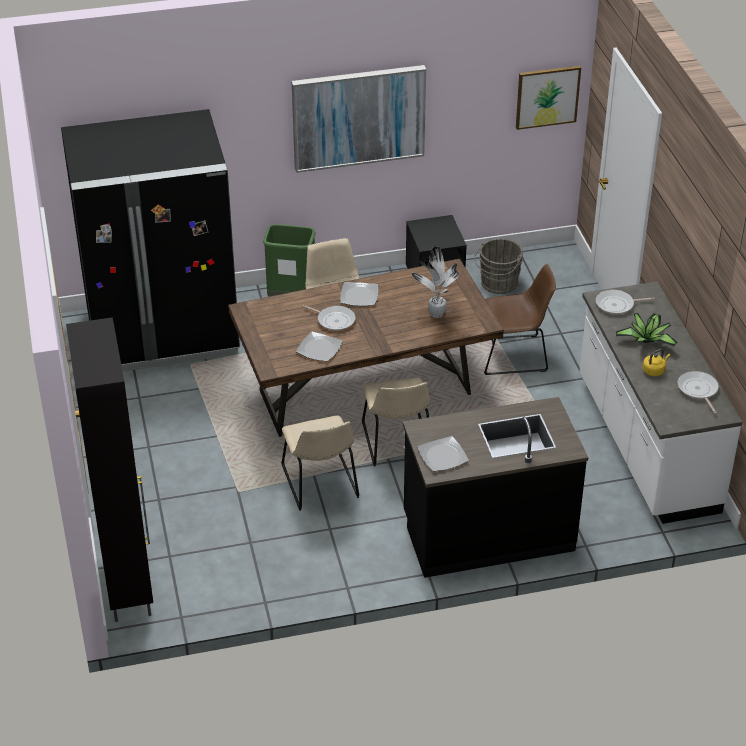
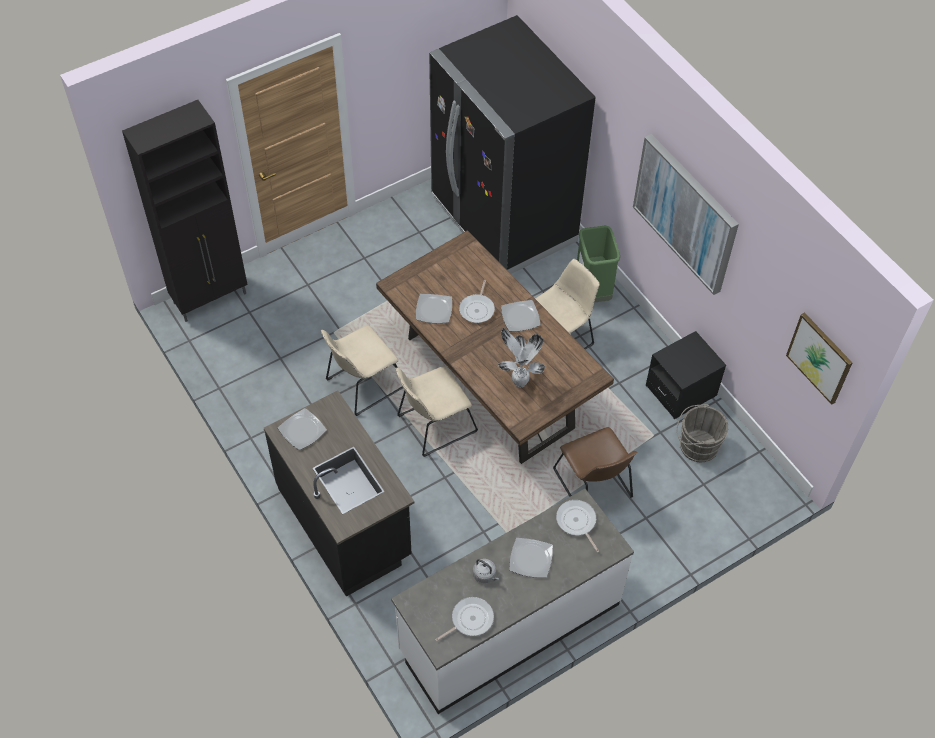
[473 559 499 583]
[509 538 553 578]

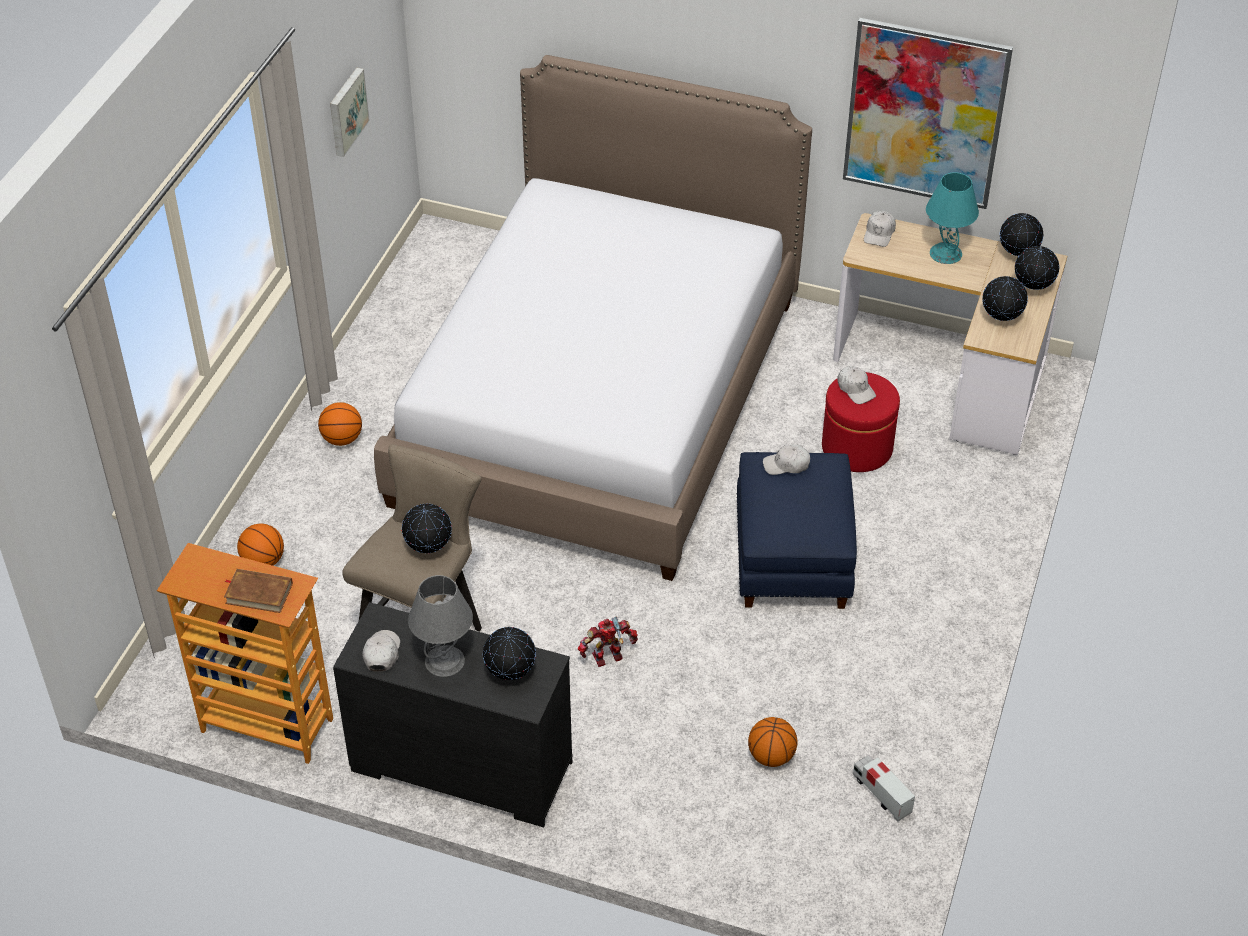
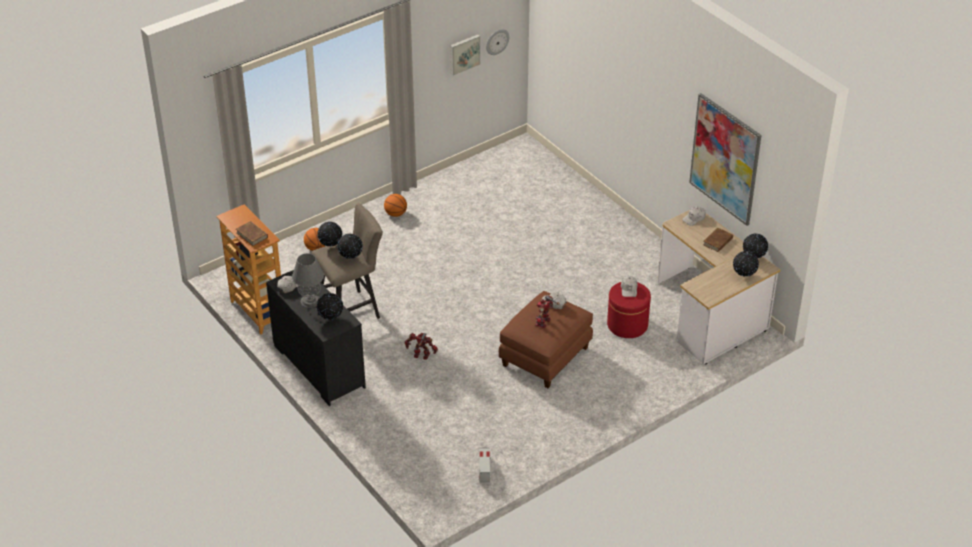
[317 221 342 247]
[486 29 509 55]
[499 291 593 388]
[535 296 560 328]
[703 228 733 252]
[374 55 812 581] (first image)
[748 717 798 767] (first image)

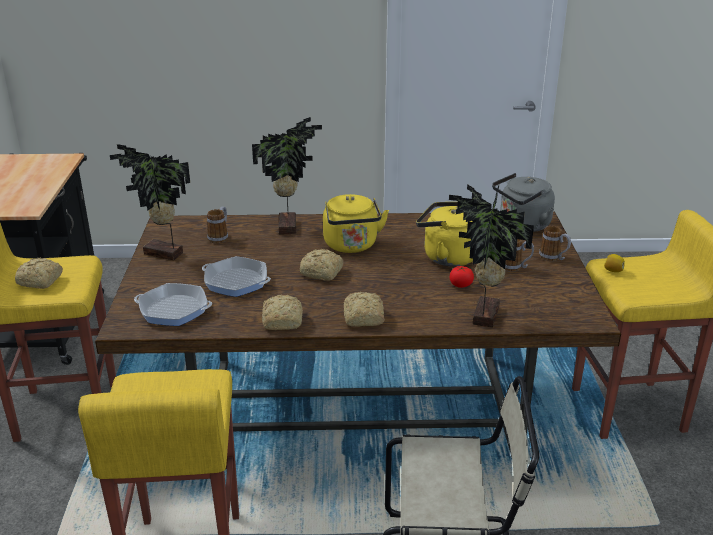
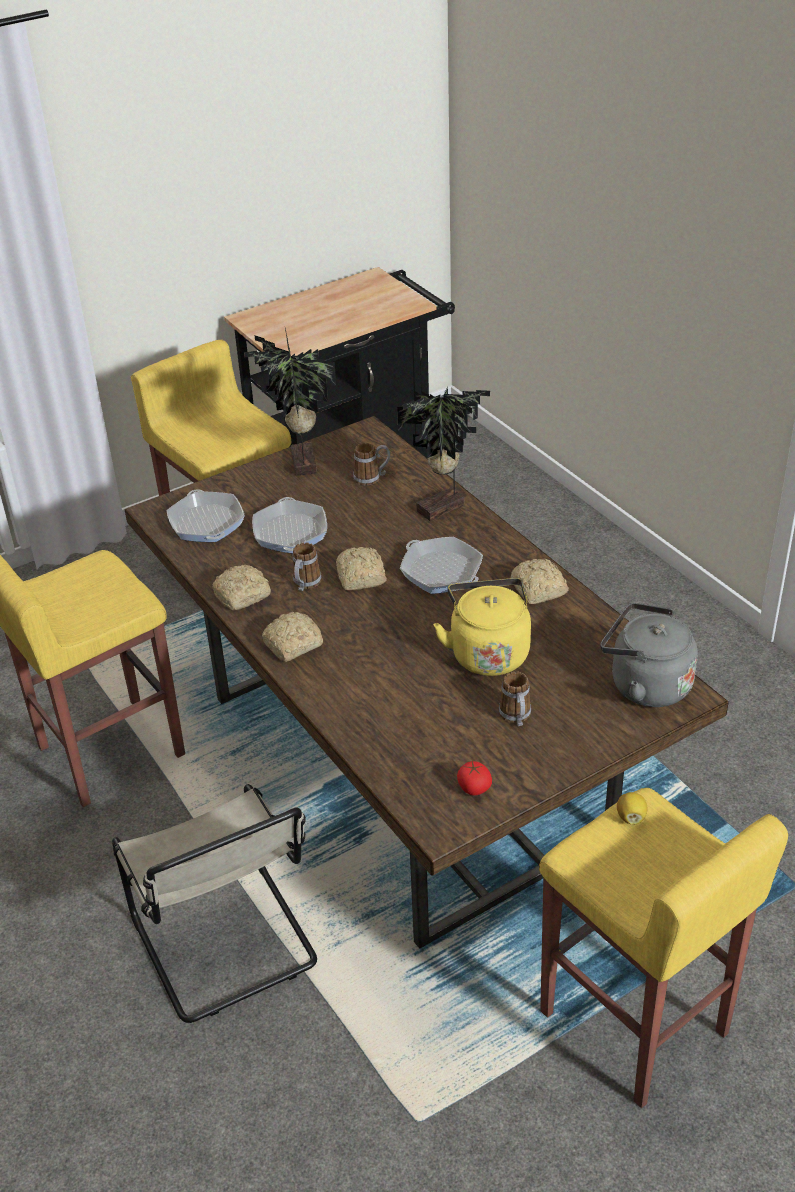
[293 542 321 591]
[400 537 483 594]
[457 761 492 796]
[511 559 569 604]
[449 184 534 327] (first image)

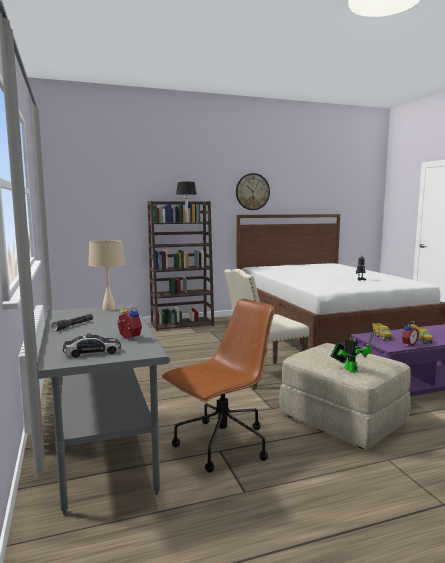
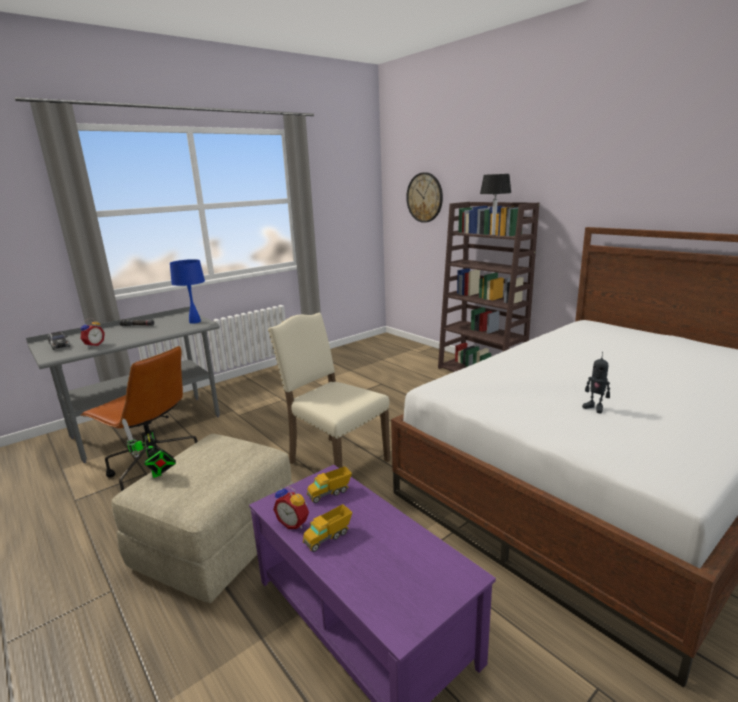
[122 418 176 478]
[170 259 205 324]
[406 172 443 223]

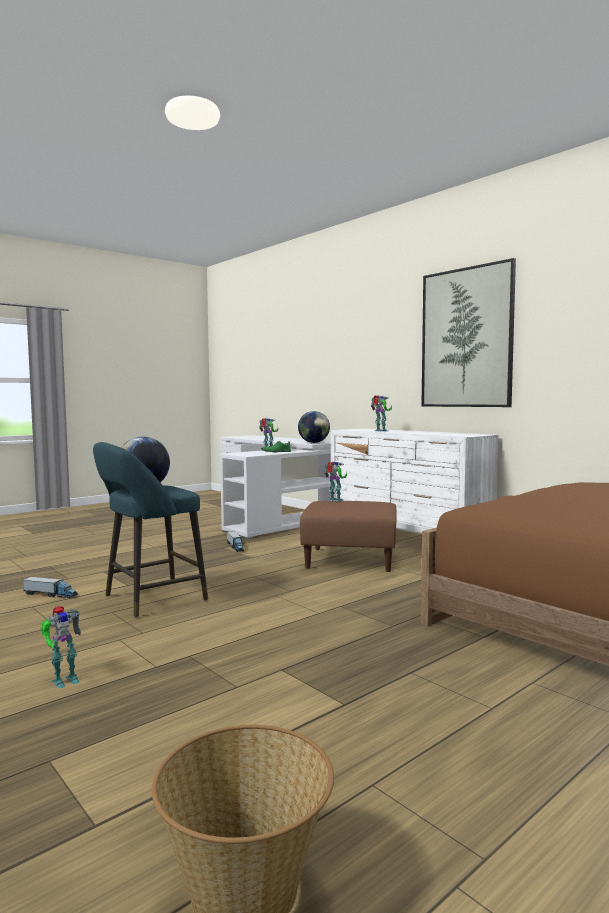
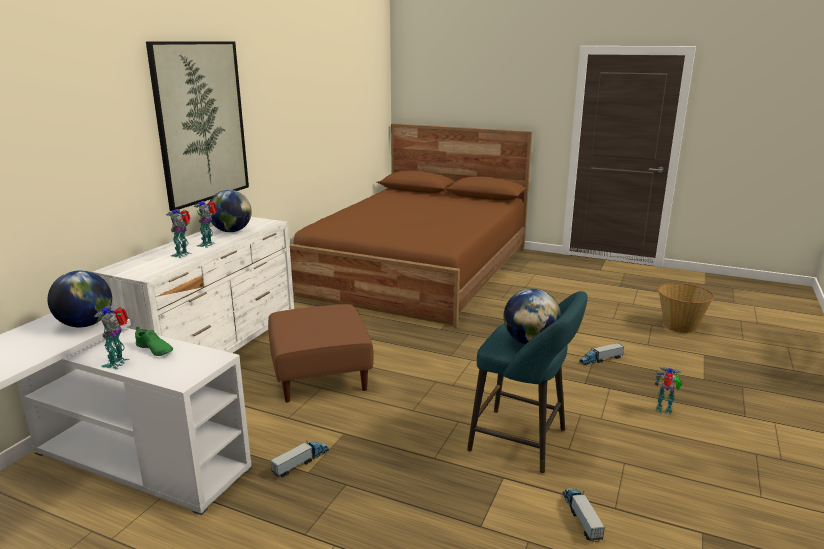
[194 201 217 248]
[210 190 252 232]
[579 343 624 365]

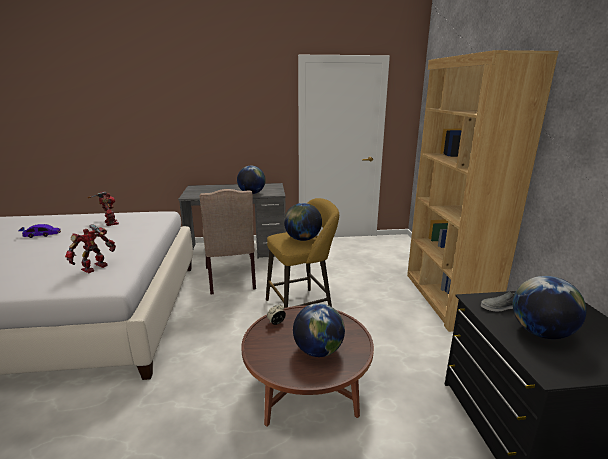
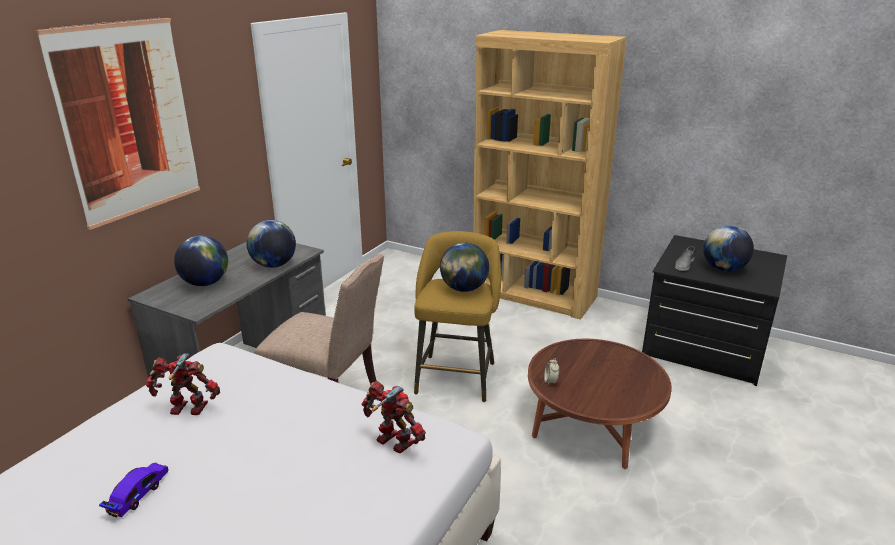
[36 18 200 230]
[174 236 228 286]
[362 381 426 453]

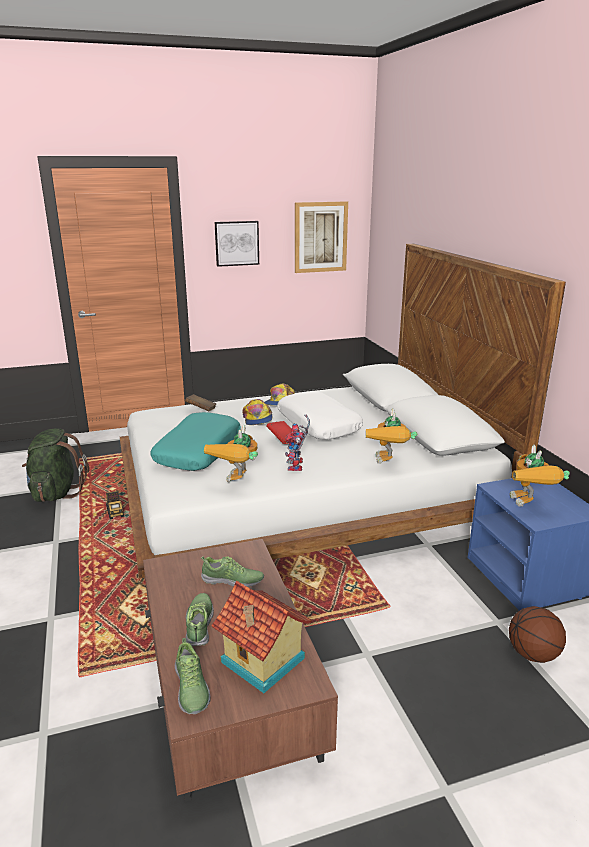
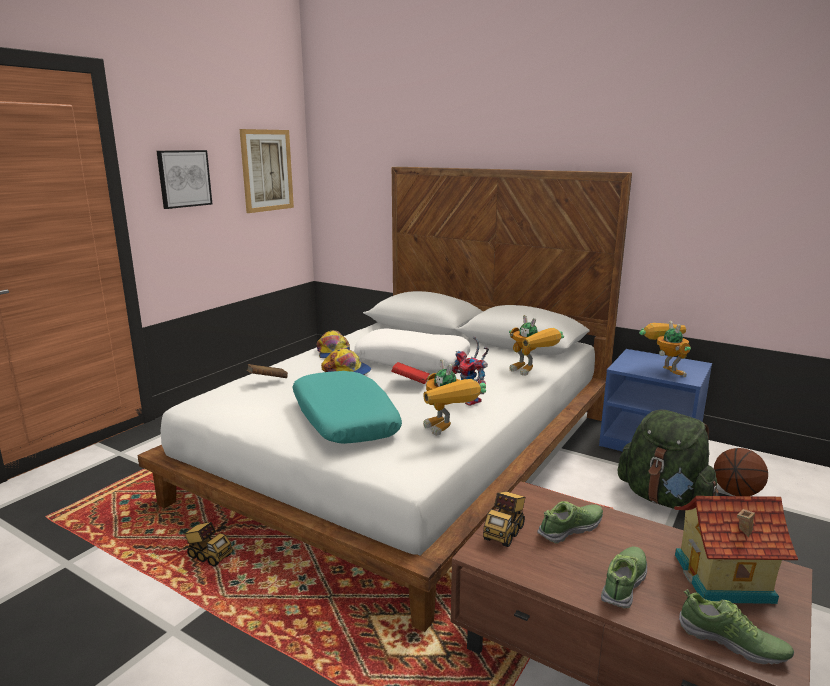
[483 491 525 547]
[601 546 647 608]
[618 410 719 509]
[639 321 691 377]

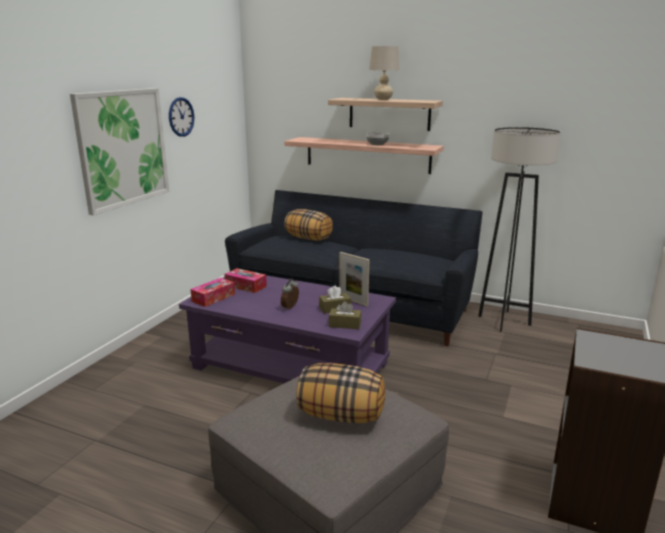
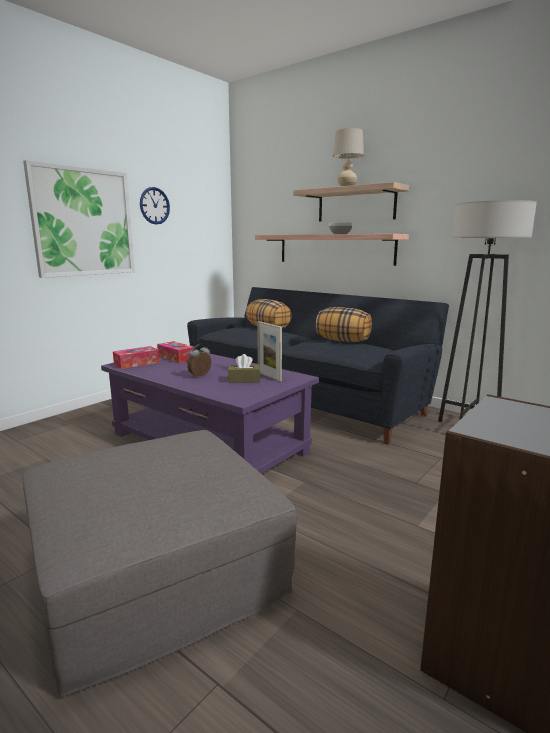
[316 307 372 342]
[329 301 362 329] (first image)

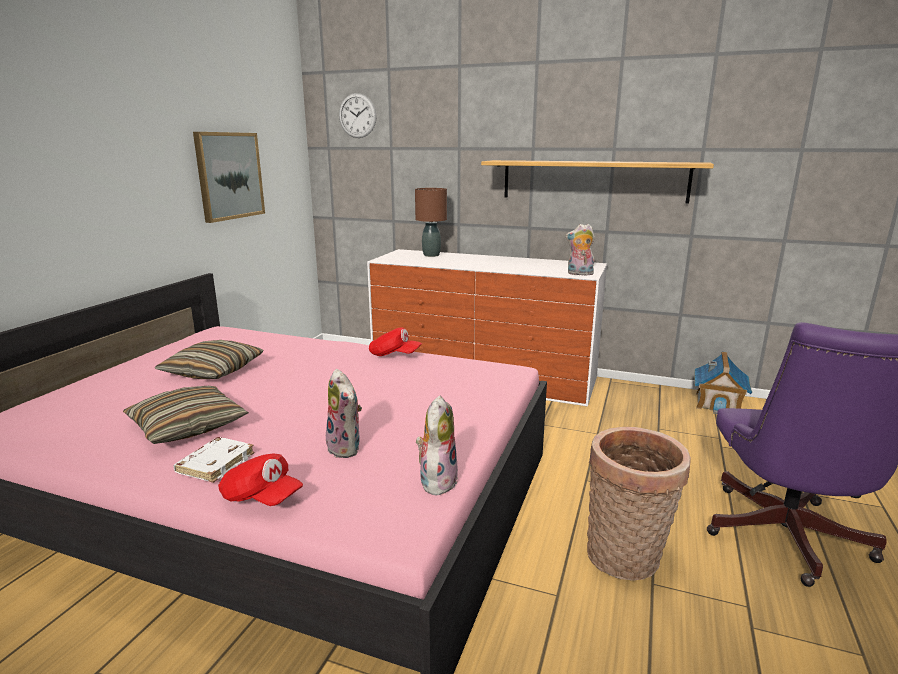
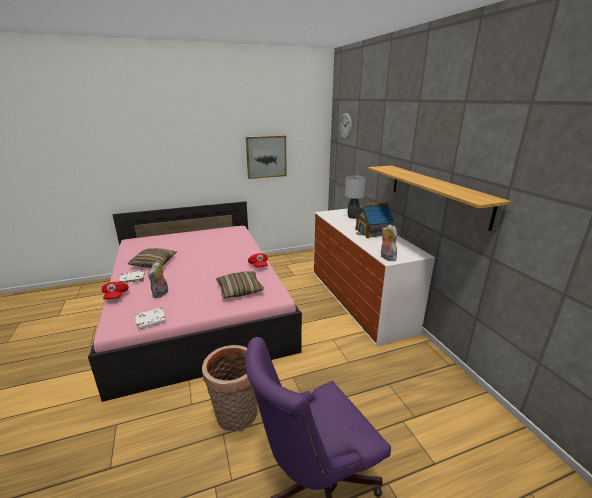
[134 308 166 330]
[216 271 264 298]
[345 176 366 219]
[354 202 394 239]

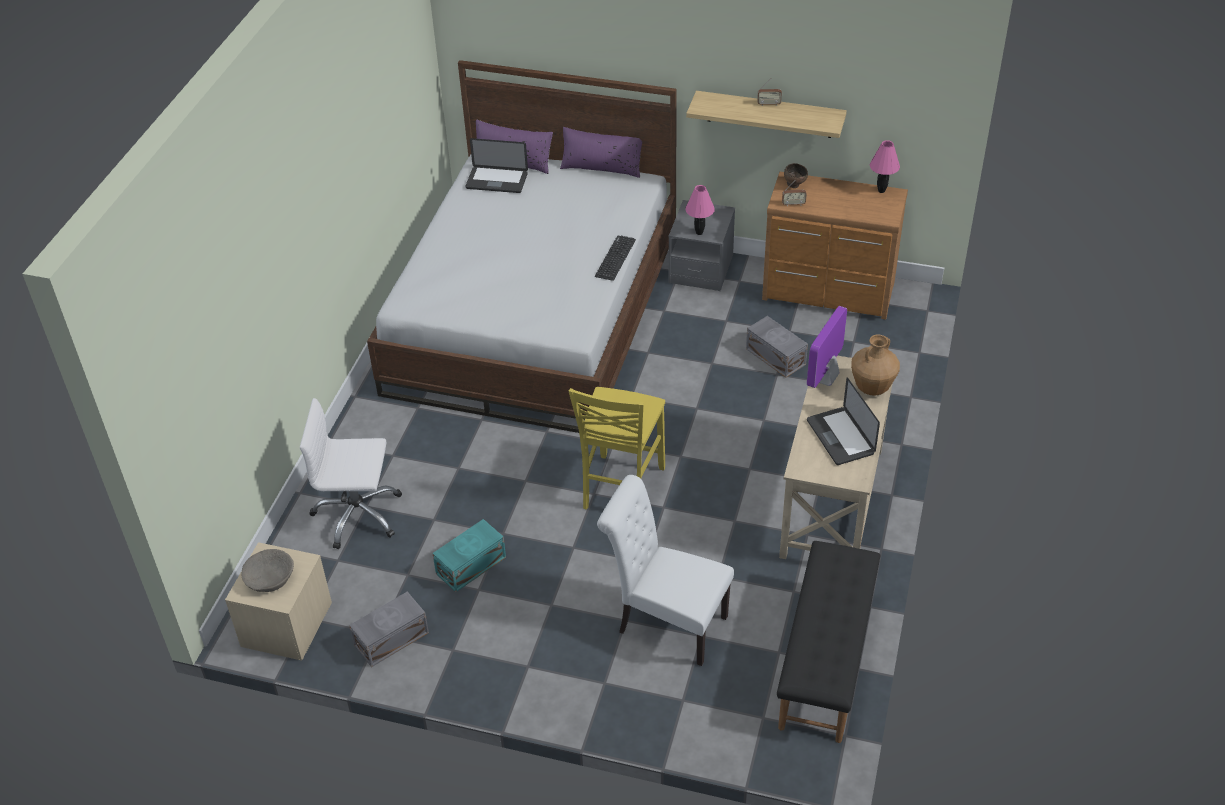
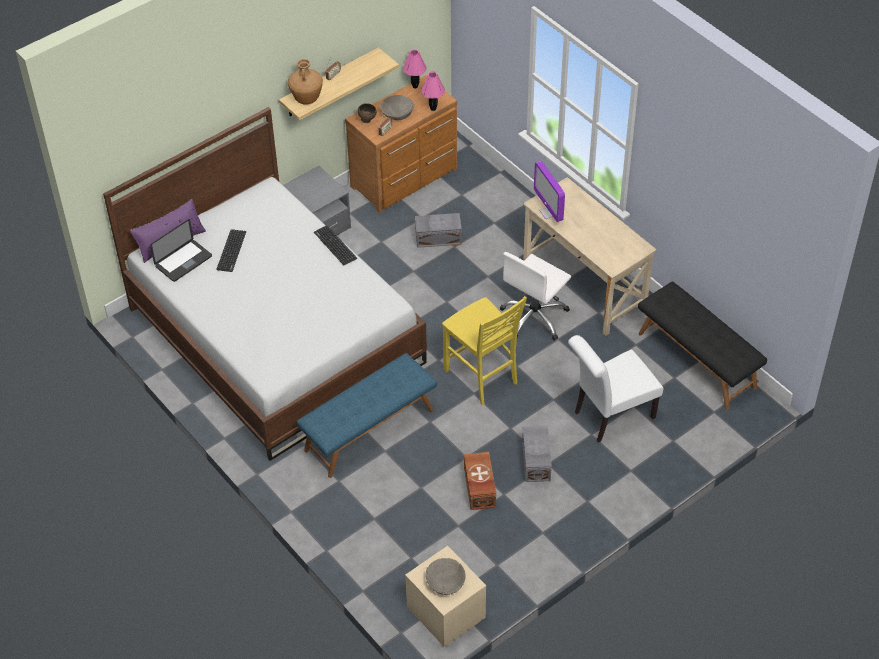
[216 229 246 272]
[288 59 323 104]
[297 353 437 478]
[380 95 414 120]
[421 72 445 111]
[464 452 496 510]
[500 252 571 340]
[522 426 552 482]
[560 127 642 178] (first image)
[807 378 880 465] (first image)

